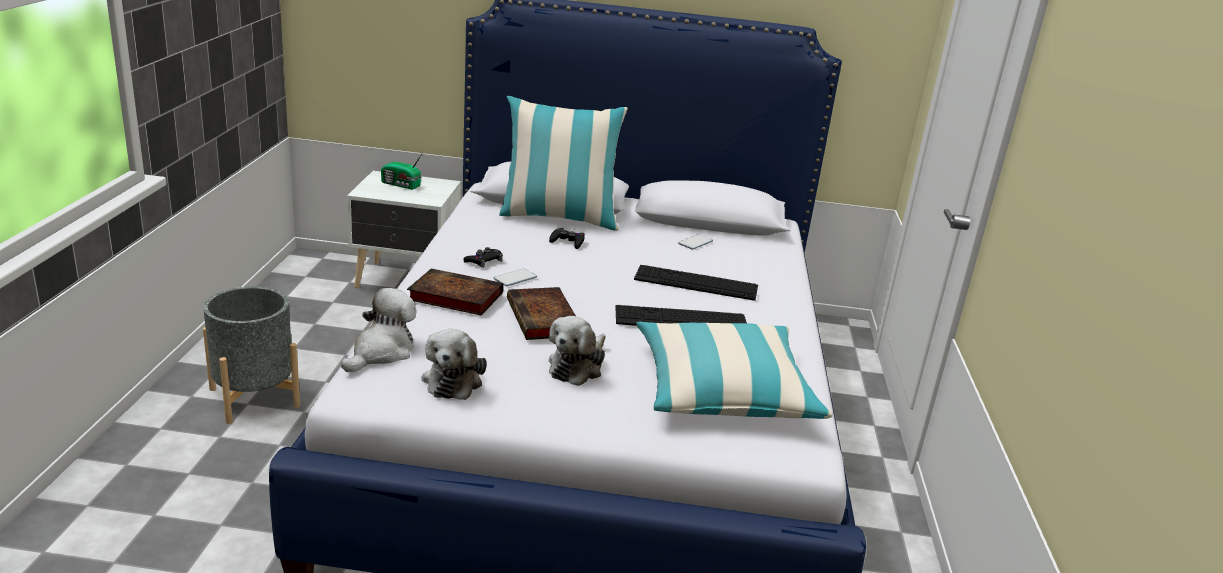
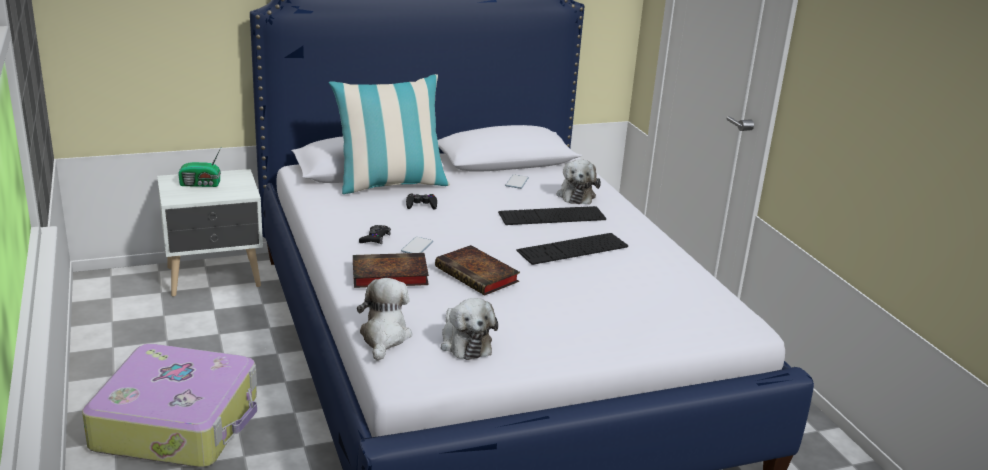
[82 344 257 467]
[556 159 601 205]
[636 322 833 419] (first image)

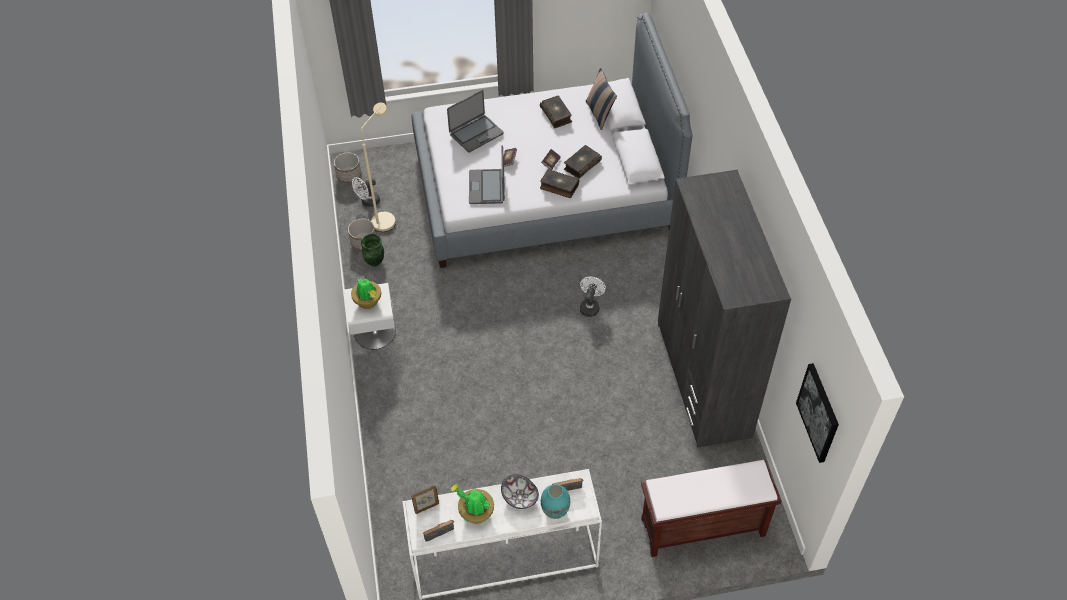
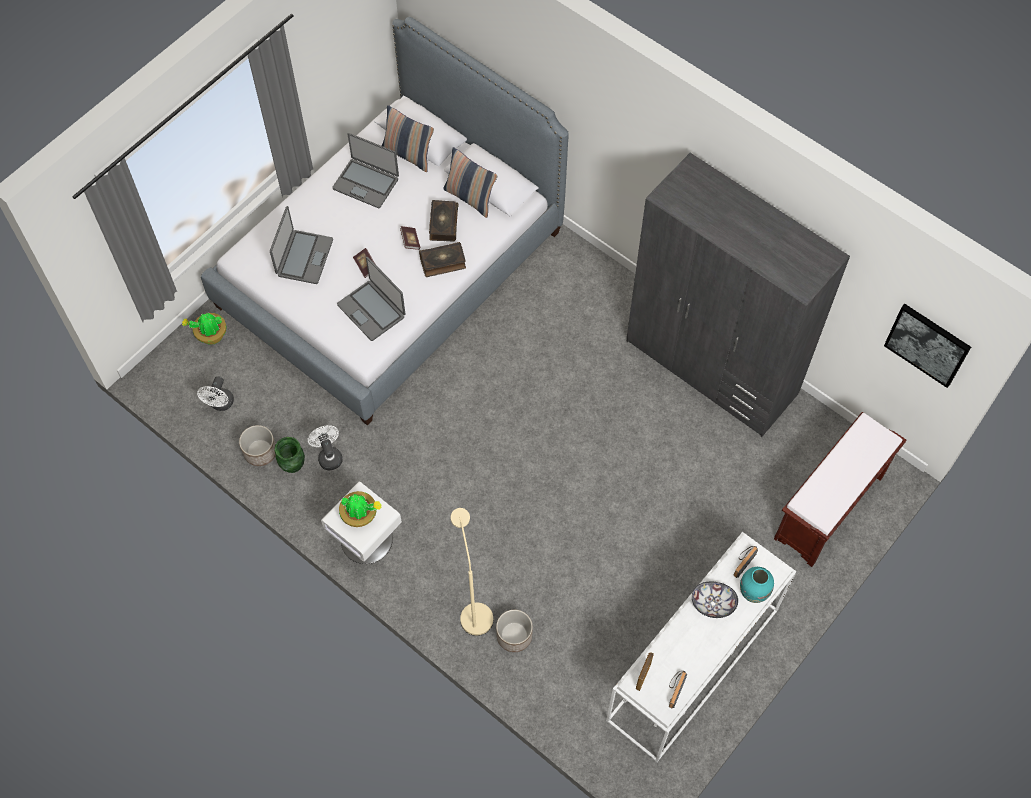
[182 312 227 345]
[308 425 343 470]
[332 133 399 208]
[443 147 497 218]
[451 508 493 636]
[496 610 533 652]

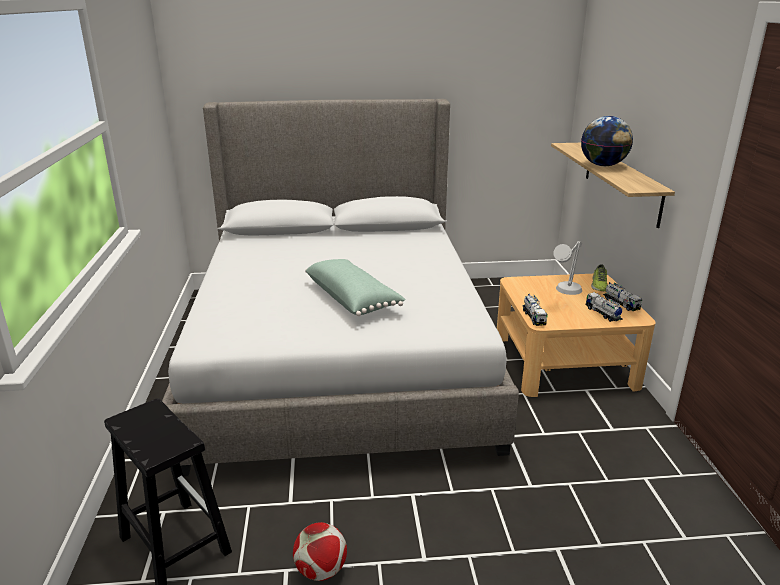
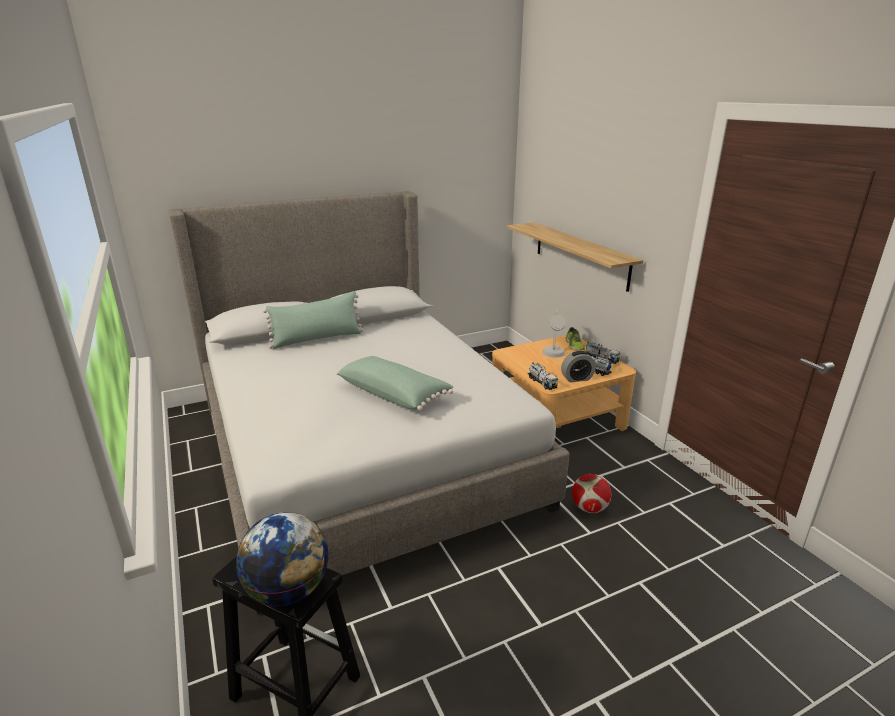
[236 512 329 606]
[263 291 364 349]
[561 351 596 383]
[572 474 612 514]

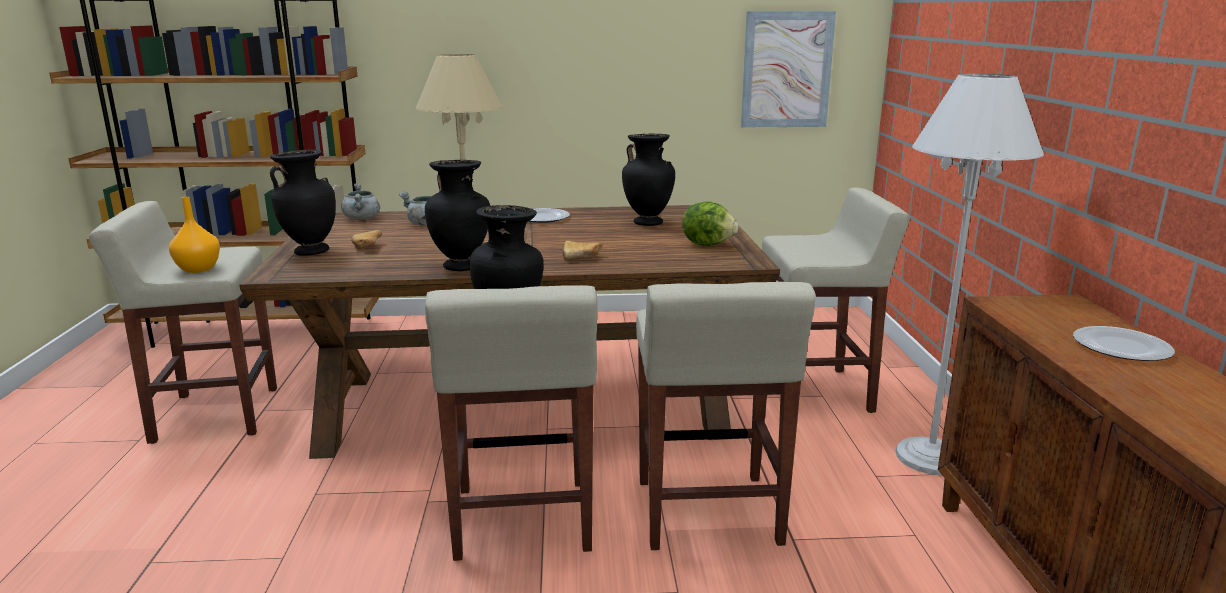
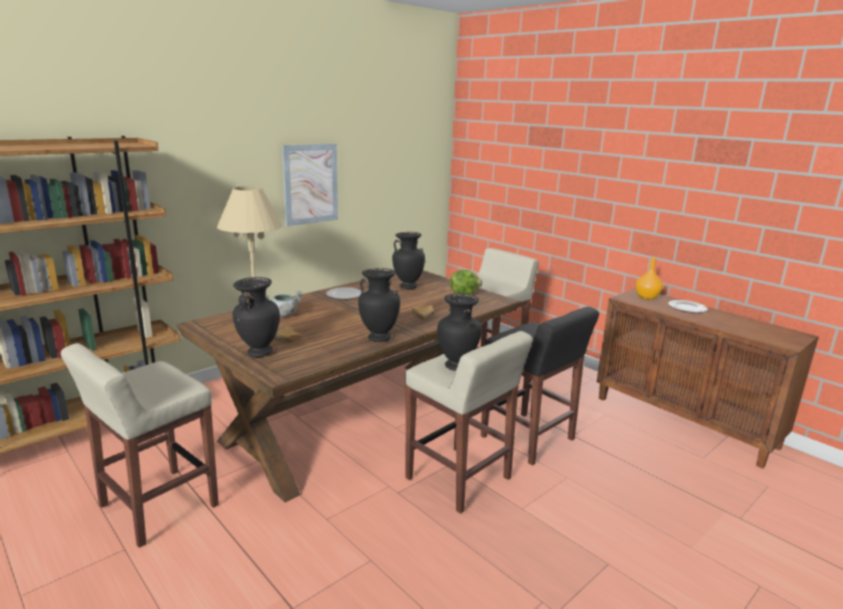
[282 144 338 226]
[481 306 599 465]
[635 257 663 300]
[341 183 380 220] (first image)
[895 74 1044 475] (first image)

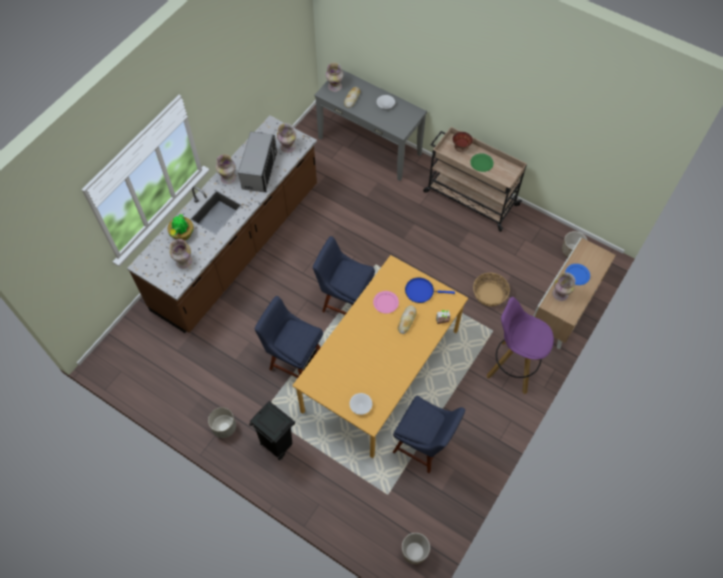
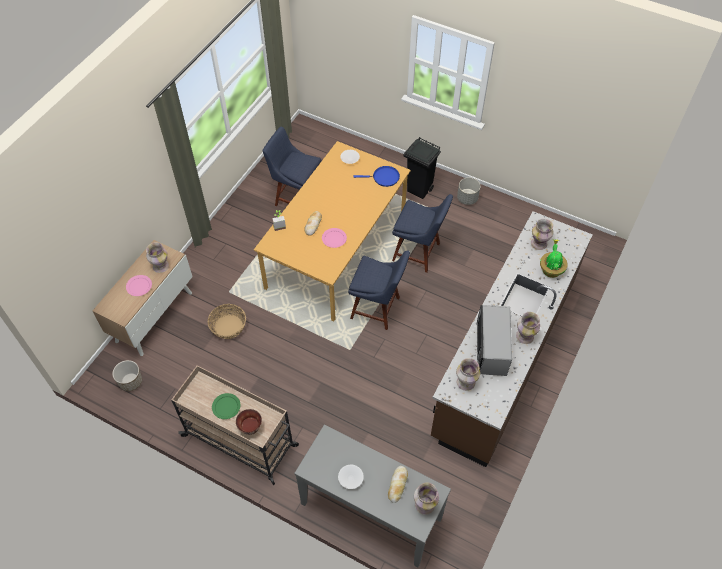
[126 275 152 296]
[353 166 400 187]
[402 533 430 565] (first image)
[487 297 554 394] (first image)

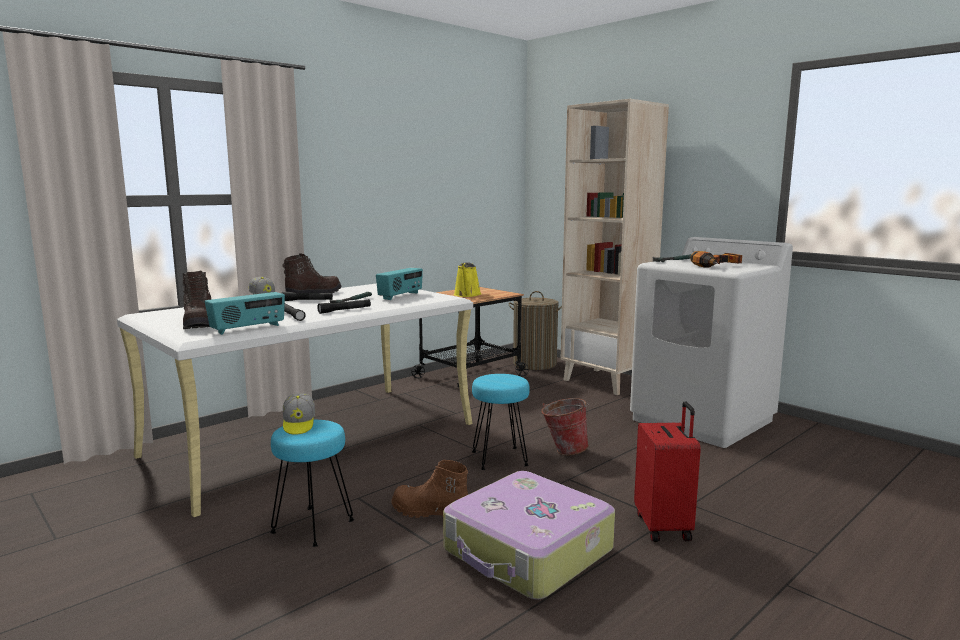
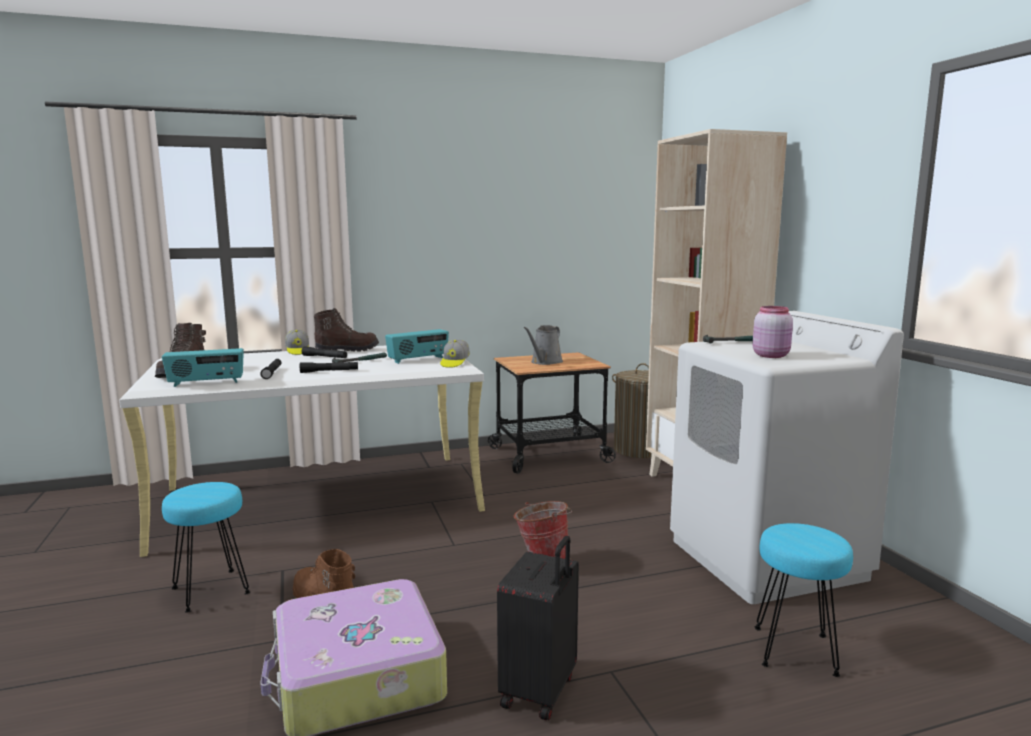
[440 339 470 368]
[497 536 579 721]
[524 325 563 365]
[753 306 793 358]
[755 523 853 677]

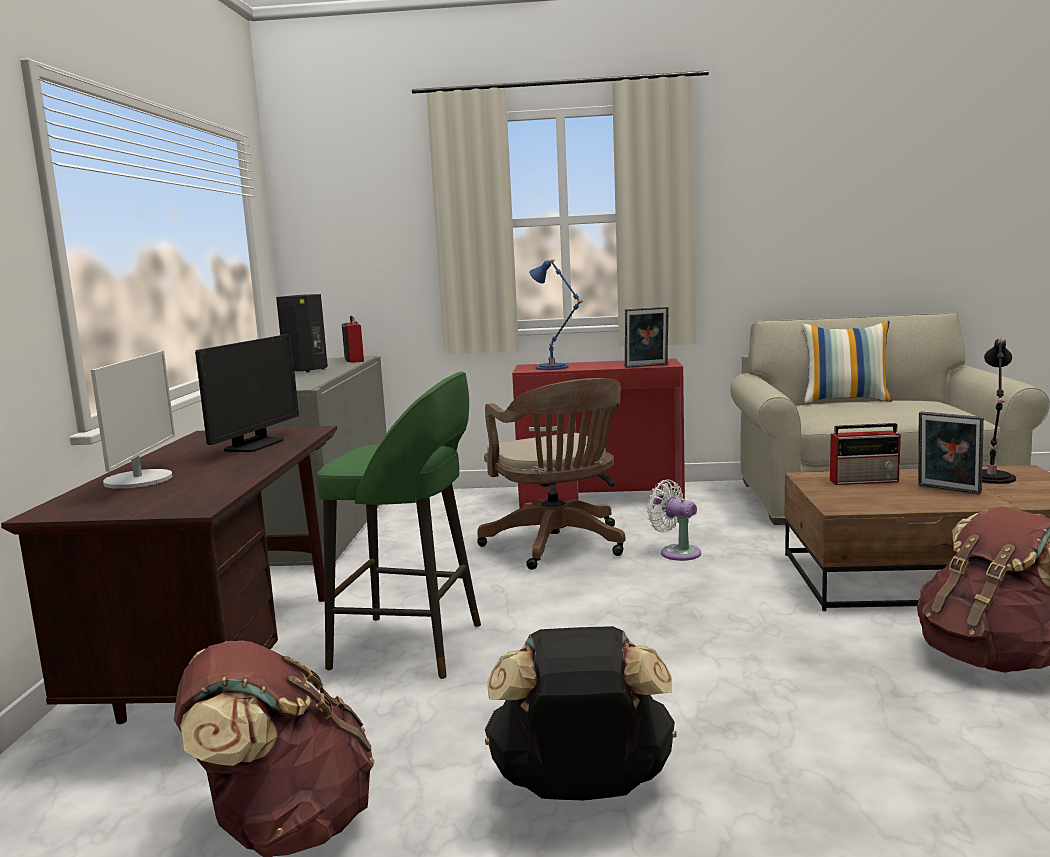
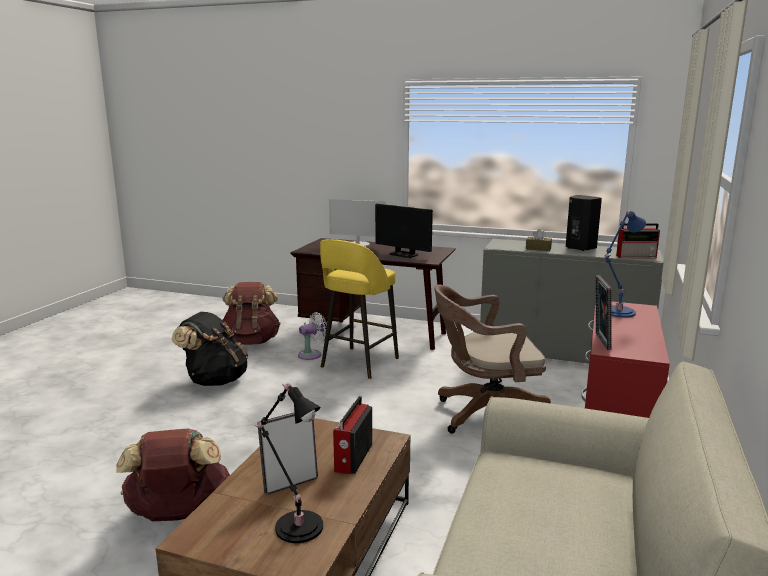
[298 312 327 360]
[320 239 399 379]
[526 229 552 251]
[802 321 892 403] (first image)

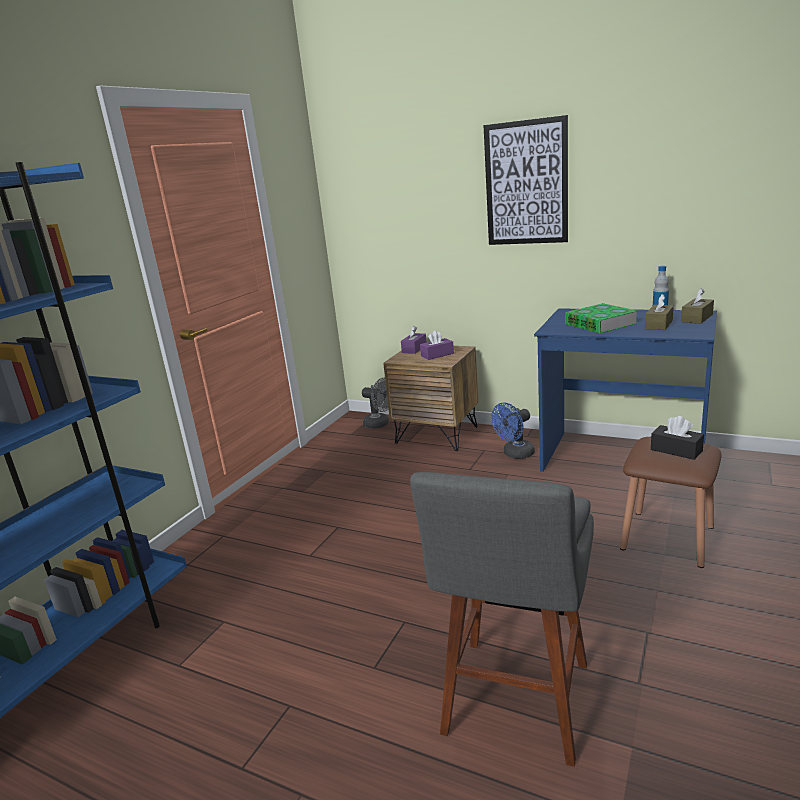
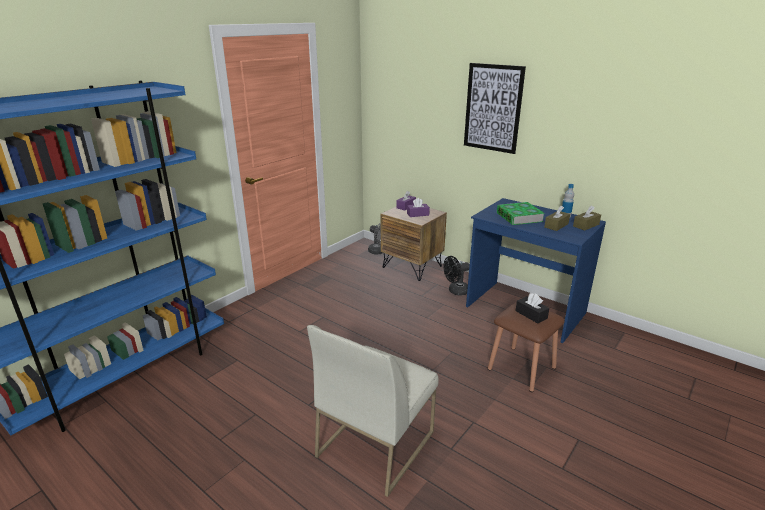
[307 325 439 497]
[443 256 470 296]

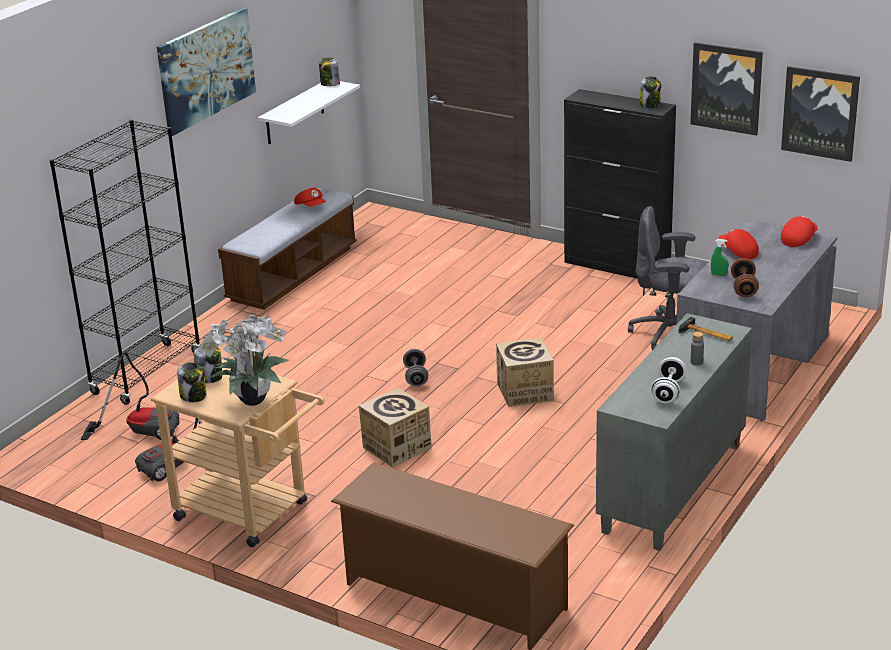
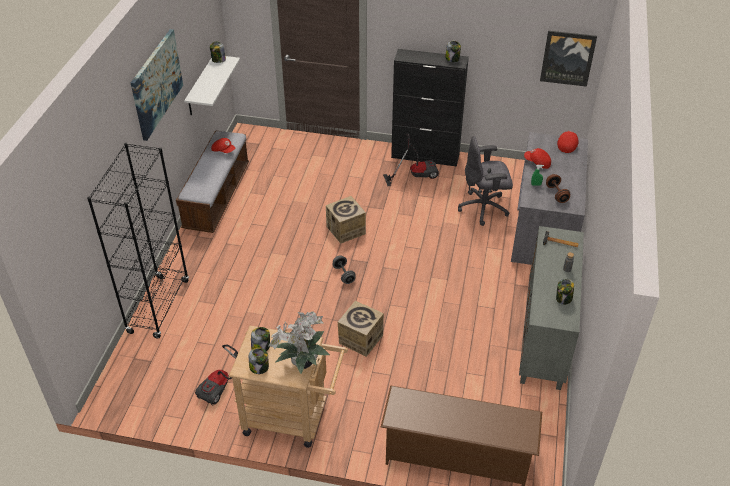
[326 196 366 244]
[383 133 439 186]
[556 279 574 305]
[690 43 763 136] (first image)

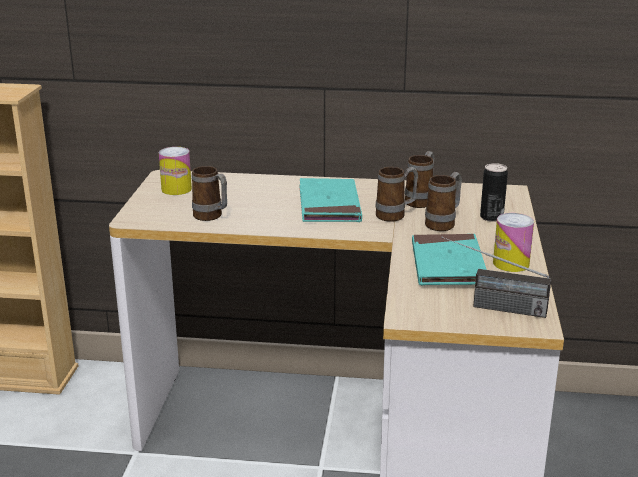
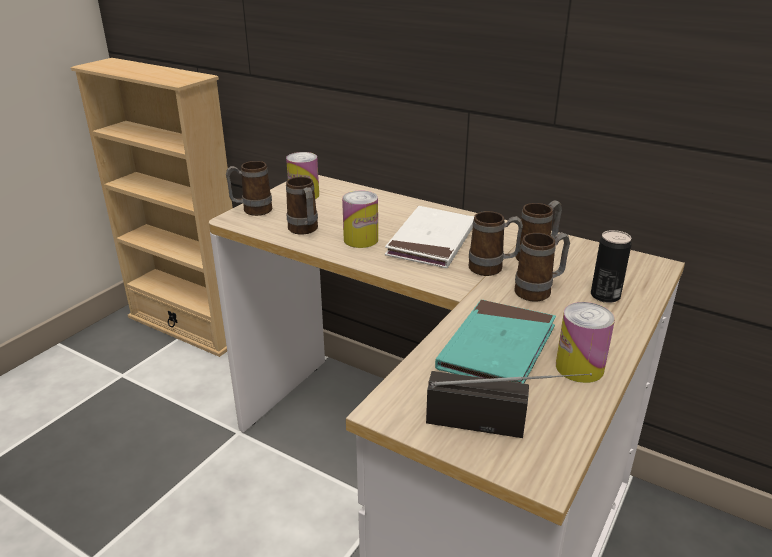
[226 161 272 216]
[342 190 378 248]
[385 206 474 268]
[426 371 592 438]

